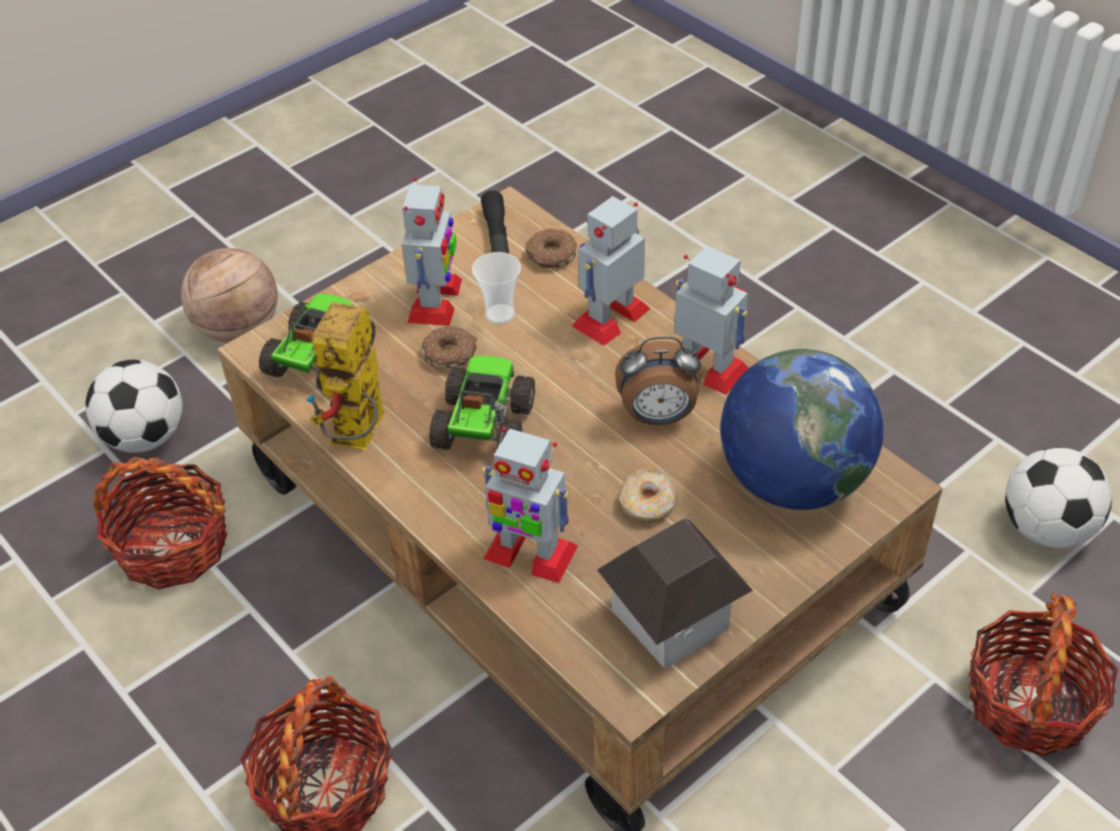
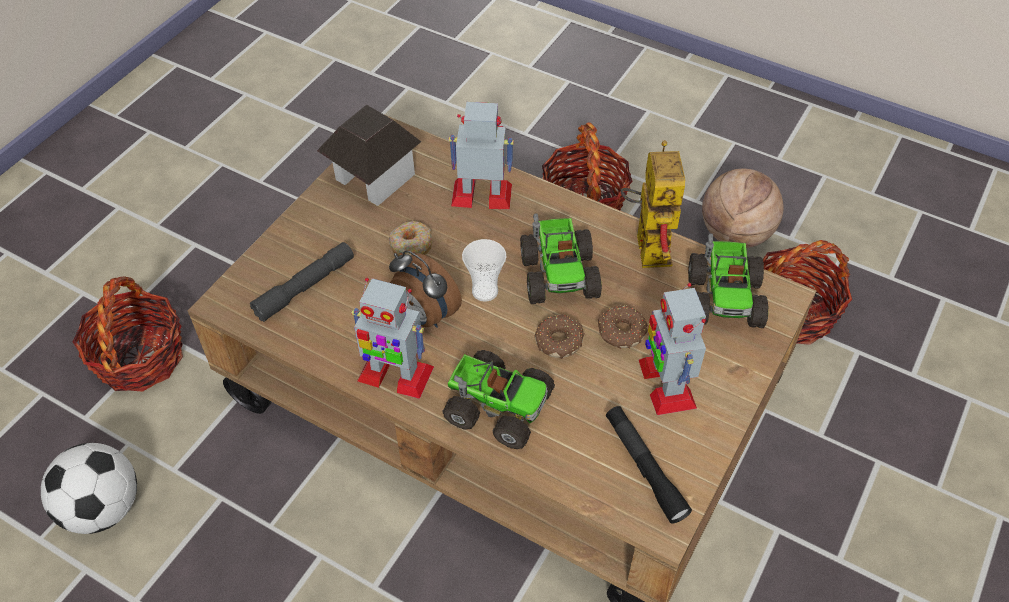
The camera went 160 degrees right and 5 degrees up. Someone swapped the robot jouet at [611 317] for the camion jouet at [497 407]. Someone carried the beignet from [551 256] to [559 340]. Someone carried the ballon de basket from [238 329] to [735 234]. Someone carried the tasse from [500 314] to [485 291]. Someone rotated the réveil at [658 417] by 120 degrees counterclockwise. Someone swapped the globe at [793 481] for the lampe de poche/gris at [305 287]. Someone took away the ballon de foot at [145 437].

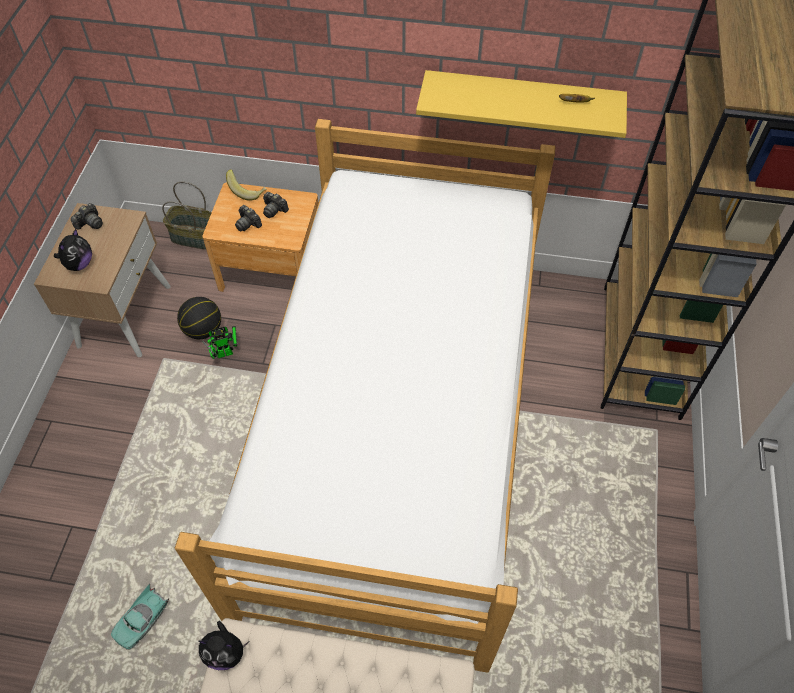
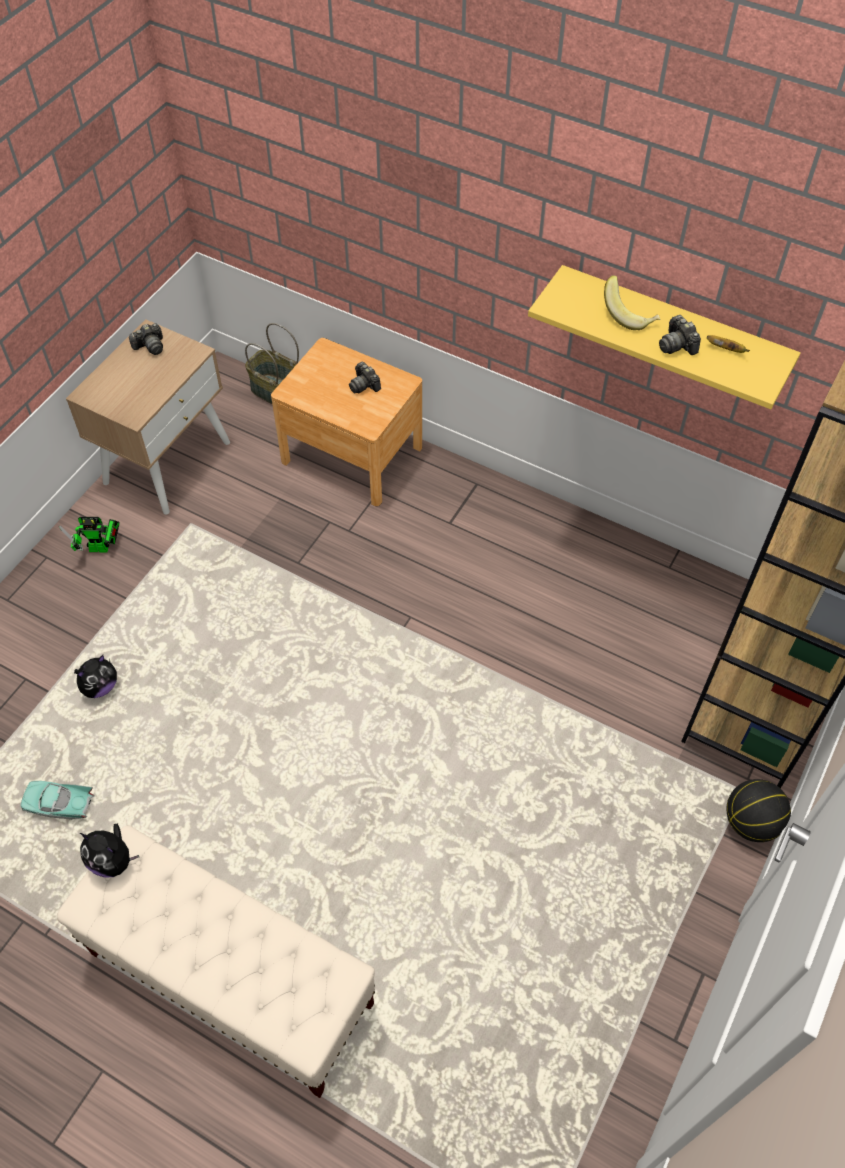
The camera went 20 degrees right and 0 degrees up. Someone took away the lit at [398 425]. Someone carried the banane from [247 191] to [629 315]. Someone carried the appareil photo from [248 224] to [677 345]. Someone carried the peluche from [79 264] to [100 687]. Someone carried the ballon de basket from [203 330] to [751 822]. Someone carried the robot jouet from [227 352] to [102 548]. Someone rotated the petite voiture/turquoise at [142 620] by 45 degrees clockwise.

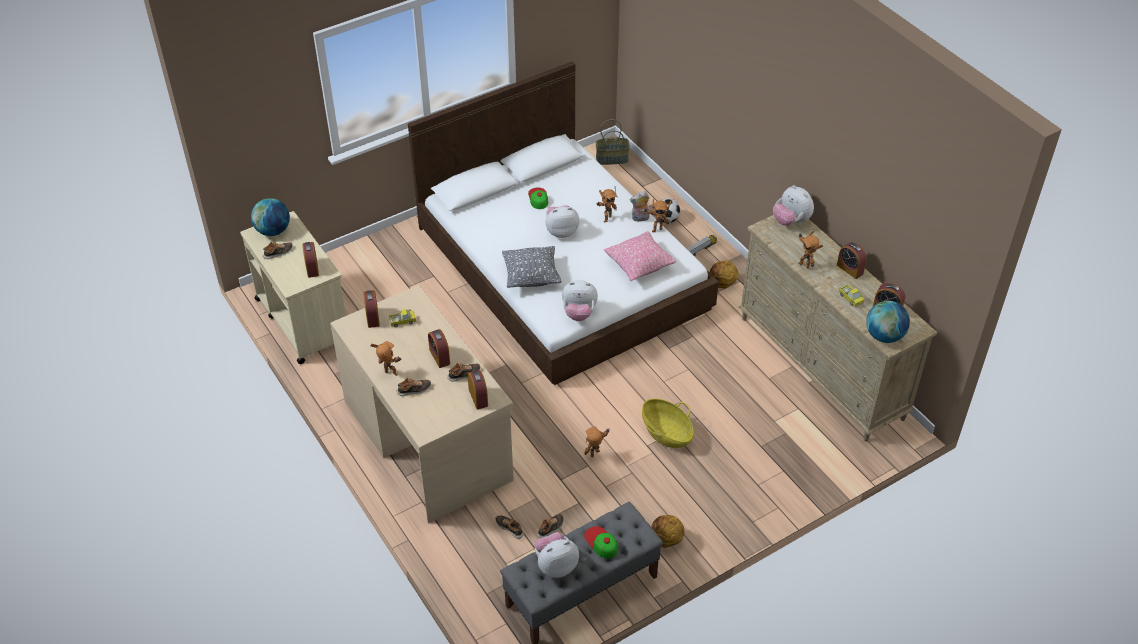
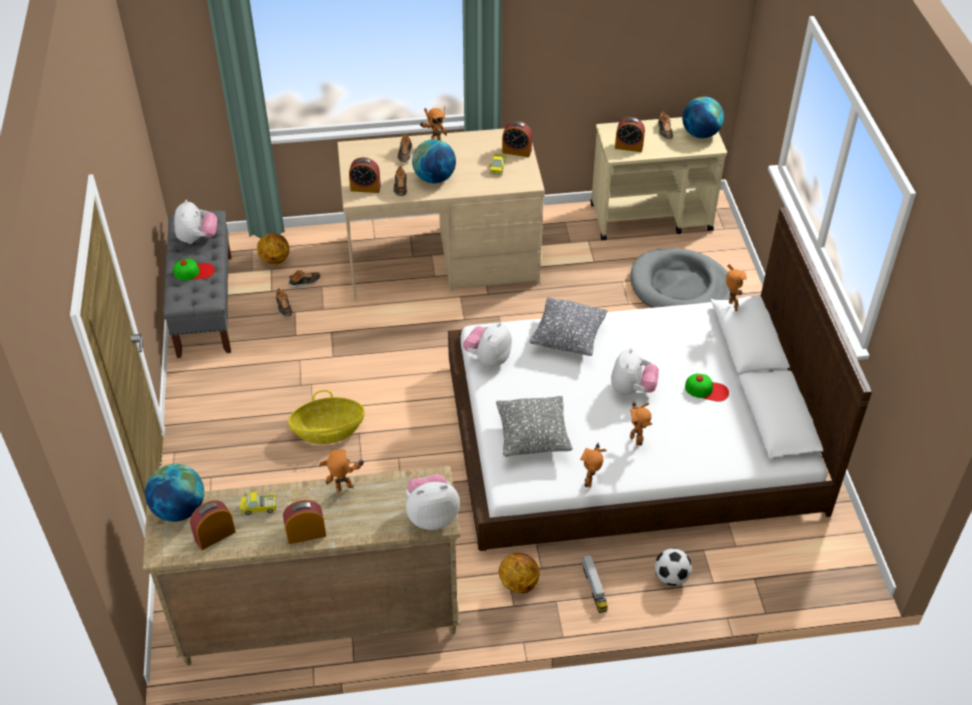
The camera went 115 degrees right and 0 degrees up. Someone took away the panier at [612 158]. Someone took away the peluche at [640 219]. Someone repainted the coussin/rose at [639 266], which became the coussin/gris at [533 438]. Someone swapped the réveil at [439 357] for the globe at [434 178]. Someone carried the robot jouet from [596 455] to [731 307]. Someone carried the ballon de basket from [666 540] to [275 260]. Someone put down the panier pour chien/gris at [680 287].

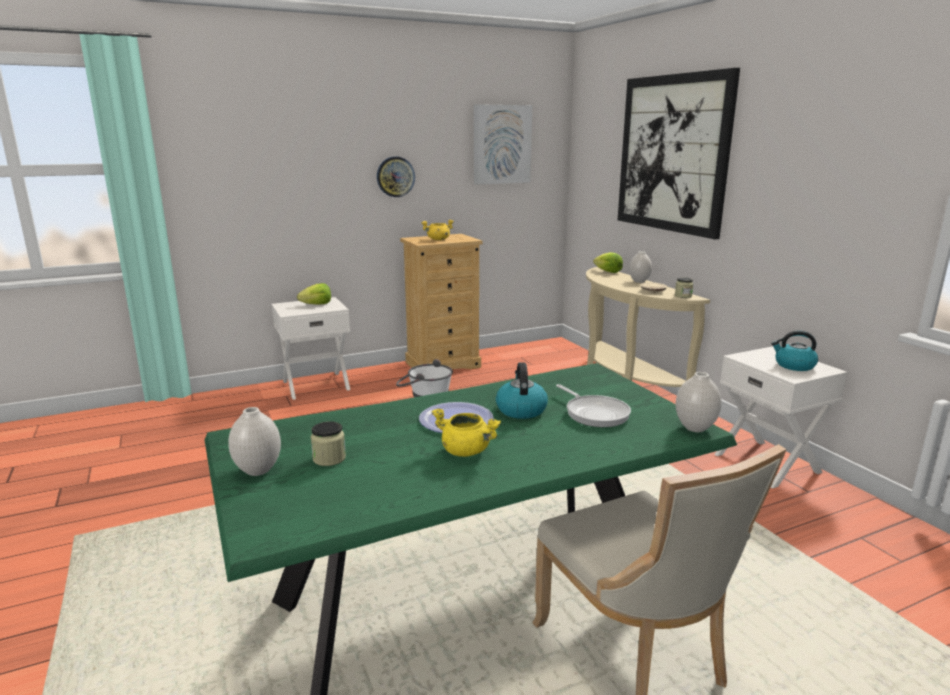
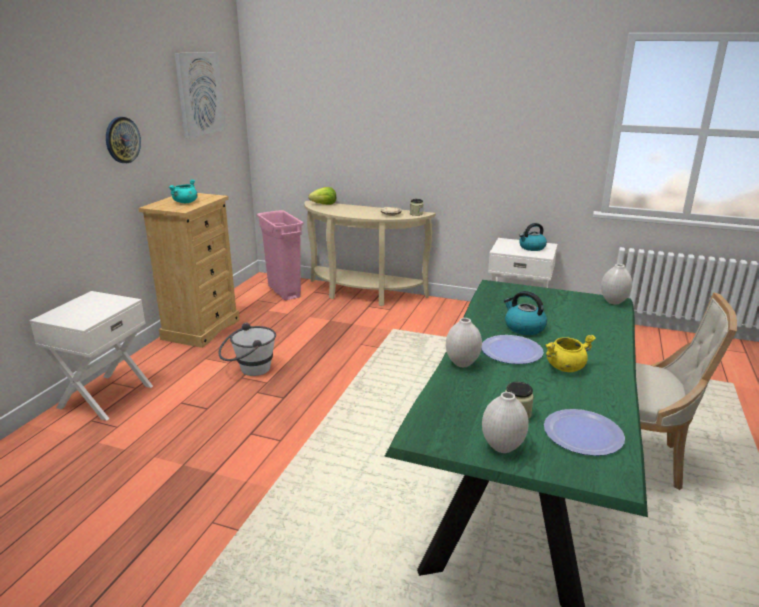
The camera went 45 degrees left and 5 degrees up. Someone took away the tableau at [672 154]. Someone repainted the marmite/jaune at [438 239], which became the marmite/turquoise at [185 202]. Someone carried the vase/blanc from [639 281] to [461 363]. Someone took away the laitue at [317 304]. Someone took away the poêle at [594 413]. Someone put down the poubelle/rose at [284 292]. Someone put down the assiette at [583 433].

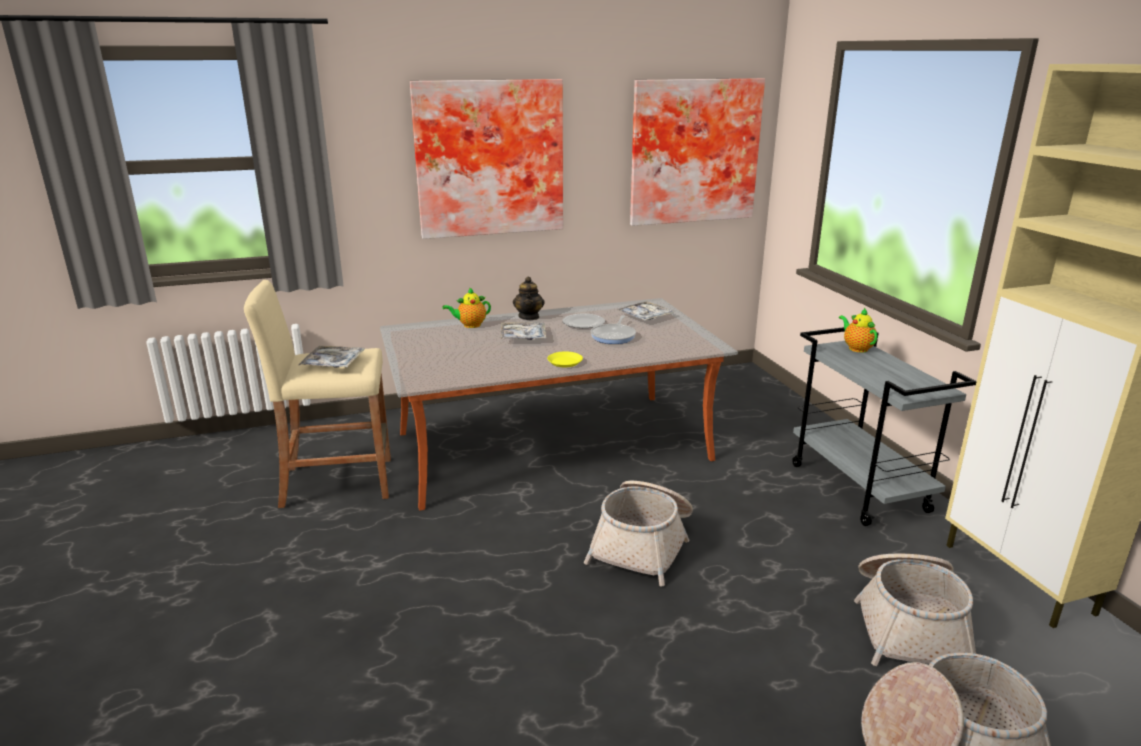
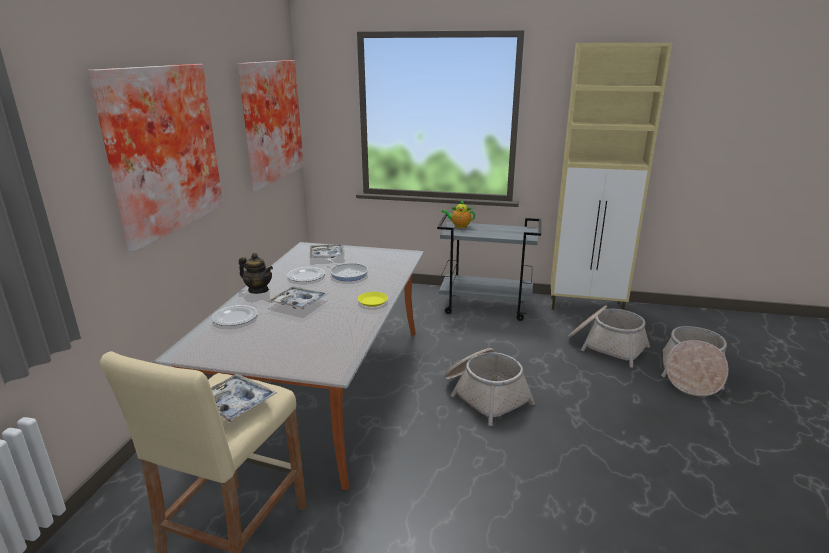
The camera went 60 degrees left and 0 degrees up. Someone swapped the théière at [470 325] for the assiette at [235 317].

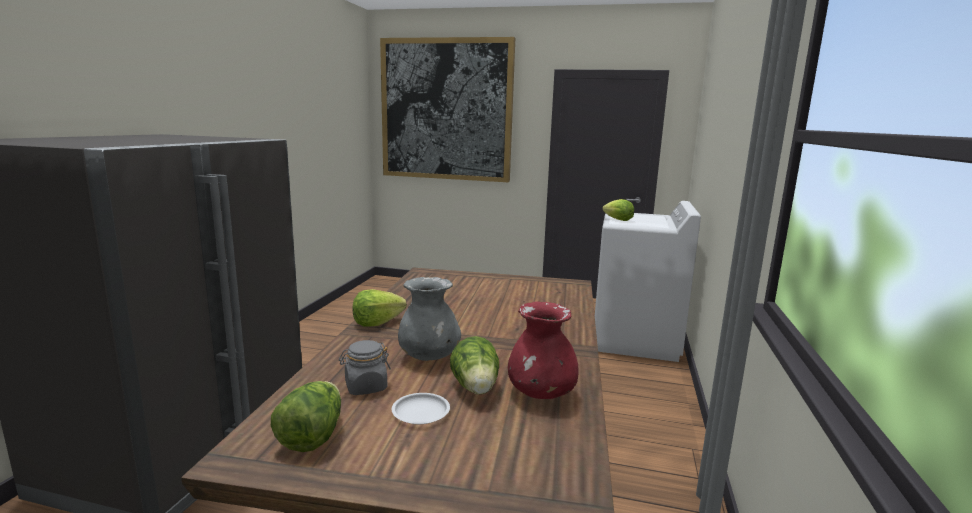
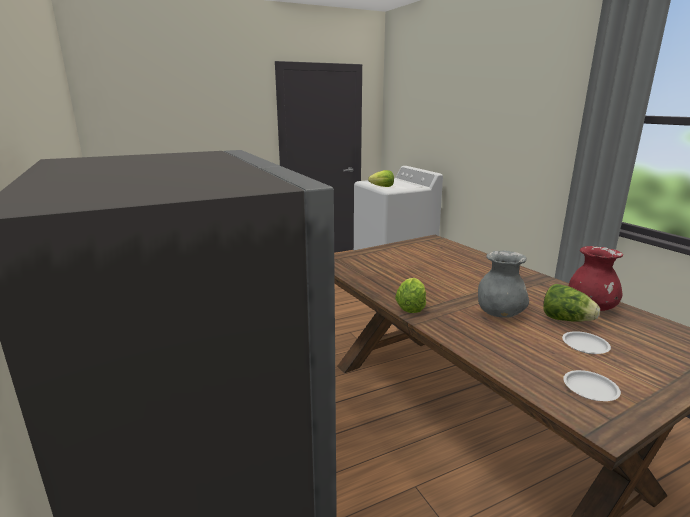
The camera went 40 degrees left and 5 degrees up. Someone took away the tableau at [446 110]. Someone took away the bocal/gris at [365 387]. Someone swapped the laitue at [312 436] for the assiette/blanc at [590 389].

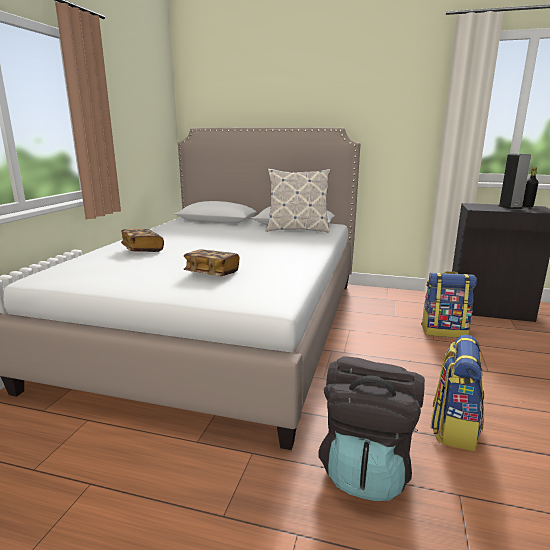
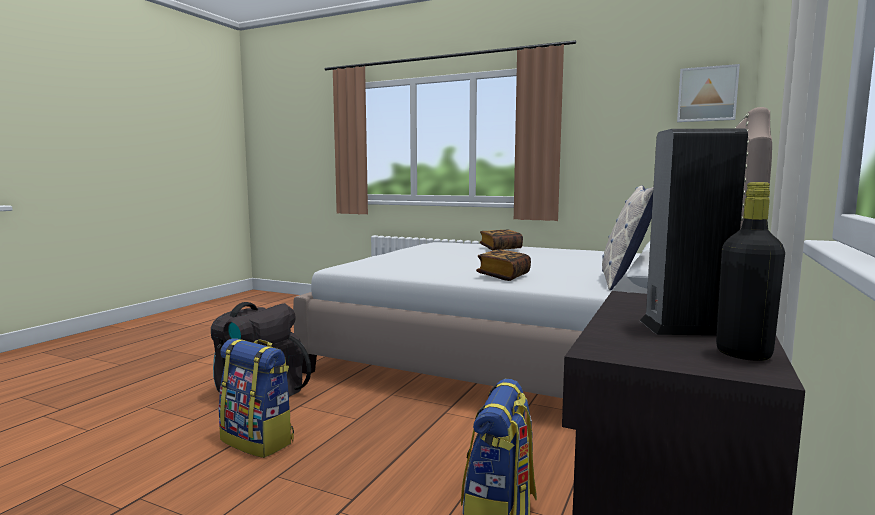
The camera went 100 degrees right and 10 degrees down. Someone carried the livre from [212 273] to [503 276]. Someone put up the tableau at [707 94].

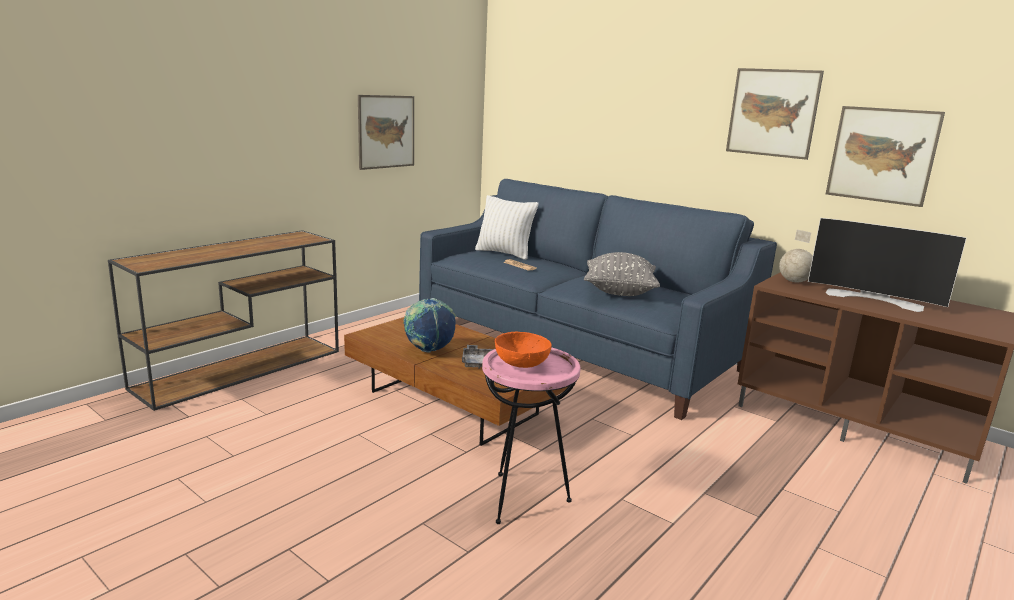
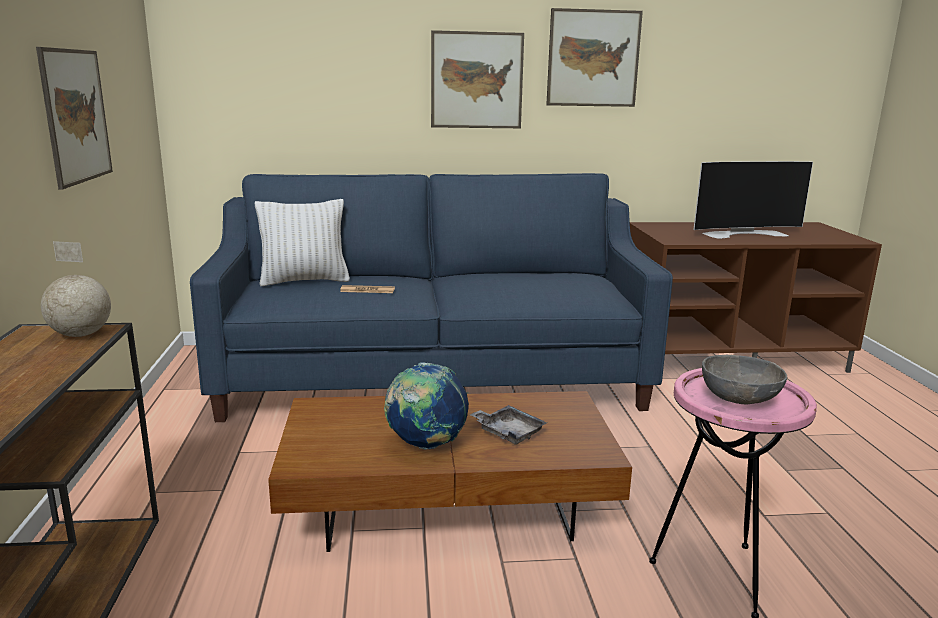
The camera went 45 degrees left and 0 degrees up. Someone carried the tableau from [882 155] to [476 80]. Someone carried the globe from [794 281] to [81 335]. Someone took away the coussin/gris at [619 292]. Someone repainted the bol/orange at [521 363], which became the bol/gris at [739 398].

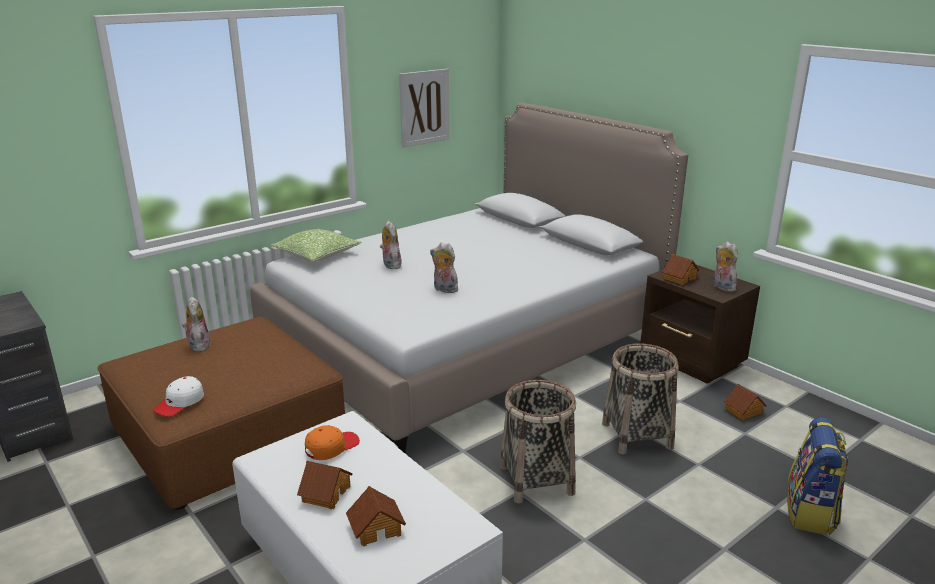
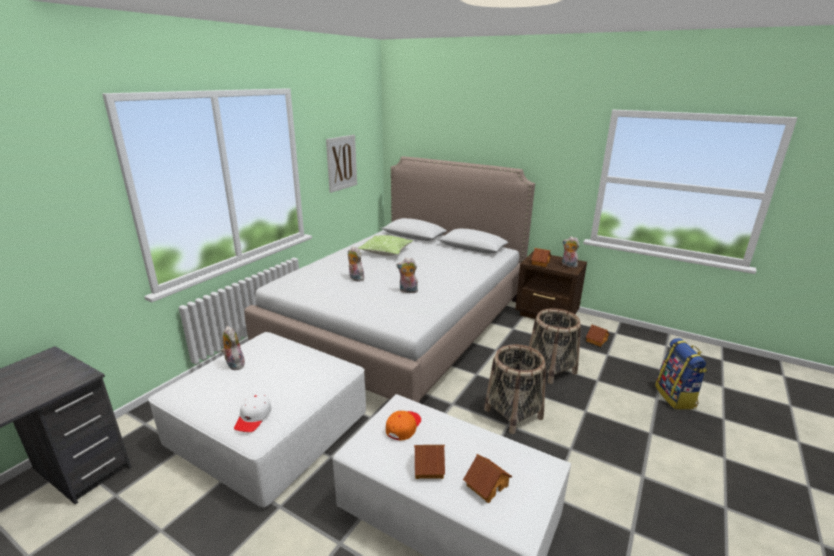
The camera went 20 degrees left and 0 degrees up. Someone carried the coussin from [317 255] to [386 252]. Someone repainted the pouf/marron at [229 432], which became the pouf/blanc at [270 429].

